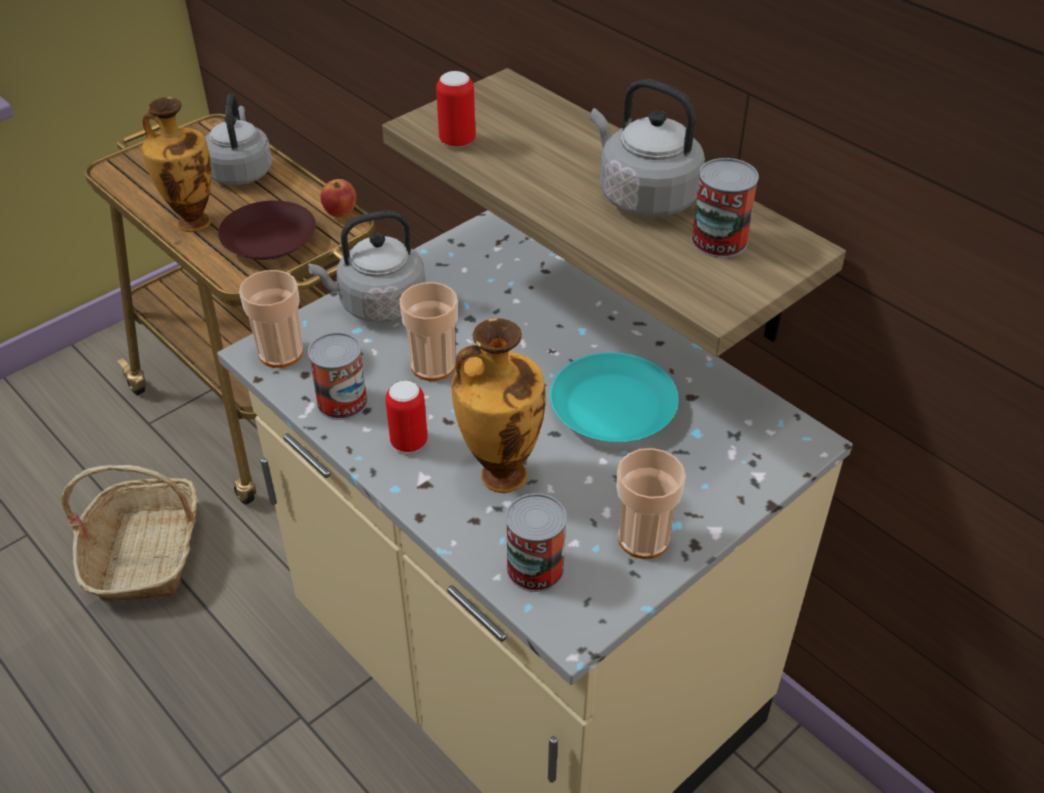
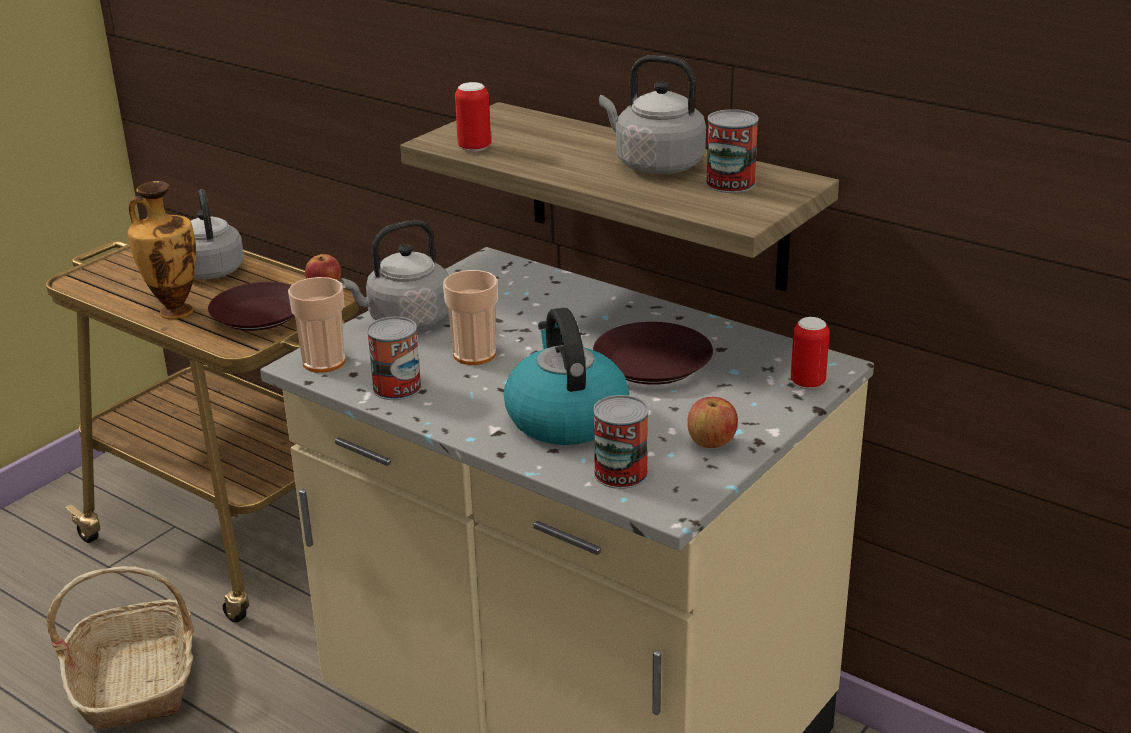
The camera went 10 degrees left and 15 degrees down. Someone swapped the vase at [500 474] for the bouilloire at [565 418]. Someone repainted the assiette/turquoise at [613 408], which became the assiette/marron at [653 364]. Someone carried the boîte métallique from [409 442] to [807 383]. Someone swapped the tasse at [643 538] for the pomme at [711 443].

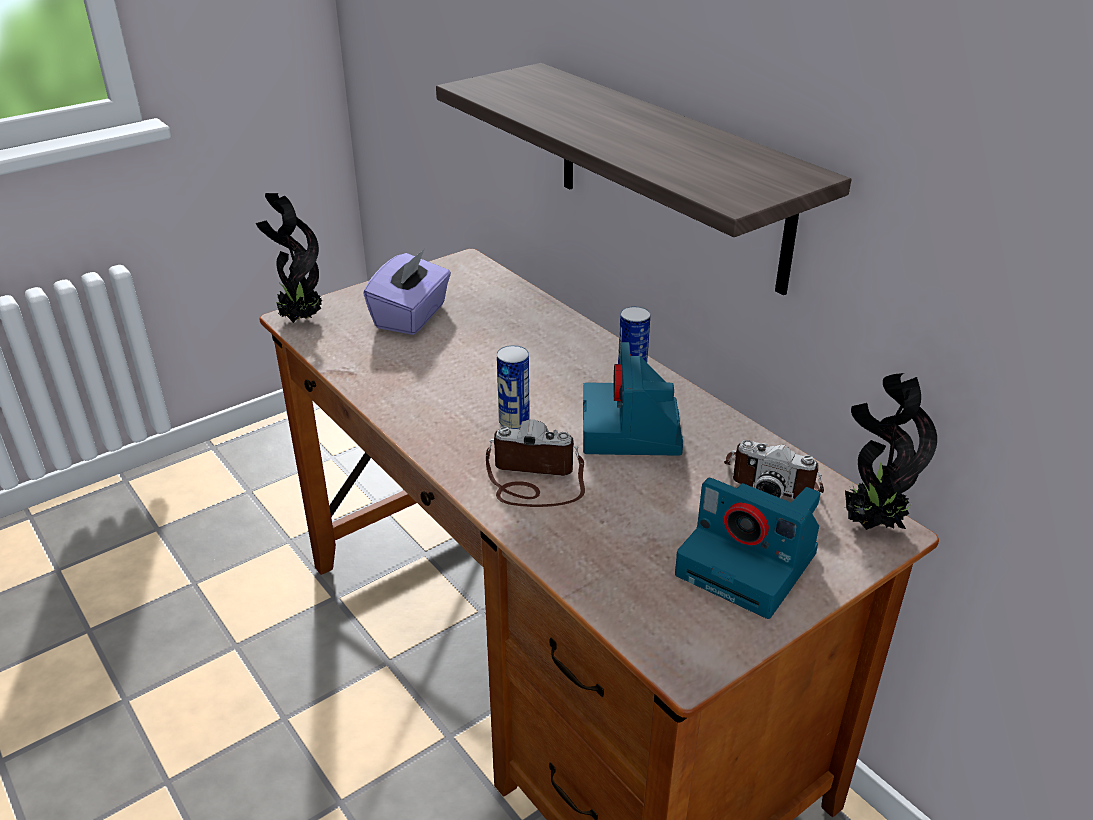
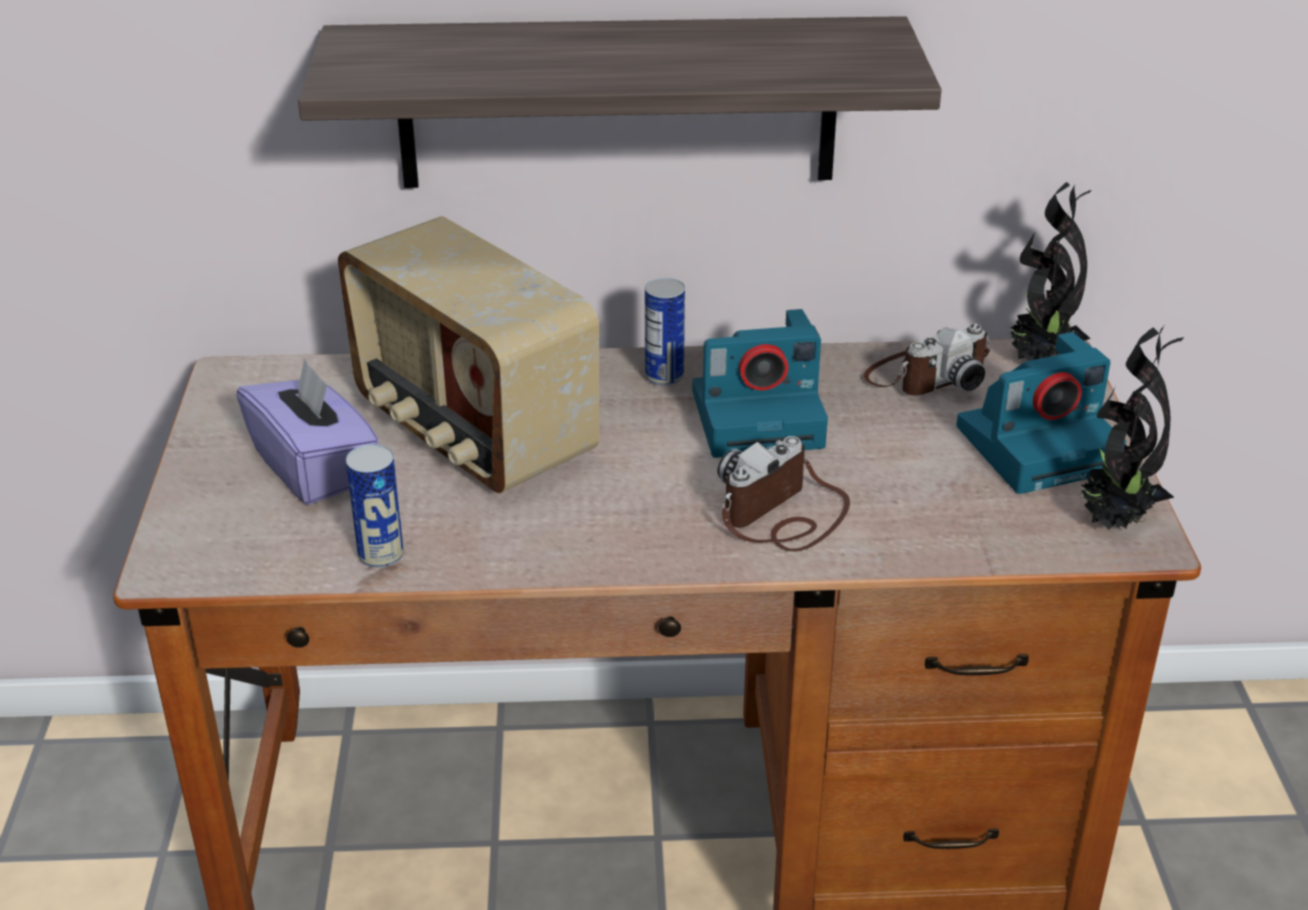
The camera went 55 degrees left and 0 degrees up. Someone carried the plante en pot from [300 320] to [1114 522]. Someone rotated the appareil photo at [632 430] by 45 degrees counterclockwise. Someone carried the boîte métallique from [514 422] to [381 555]. Someone put down the radio at [471 433].

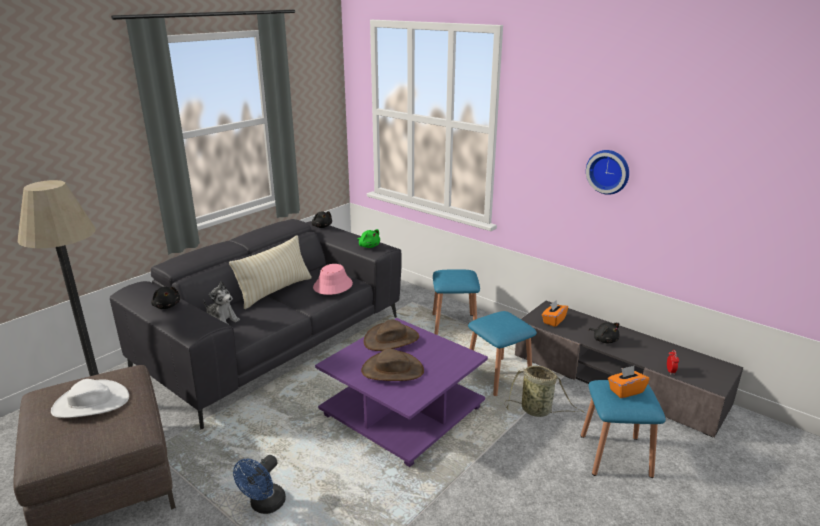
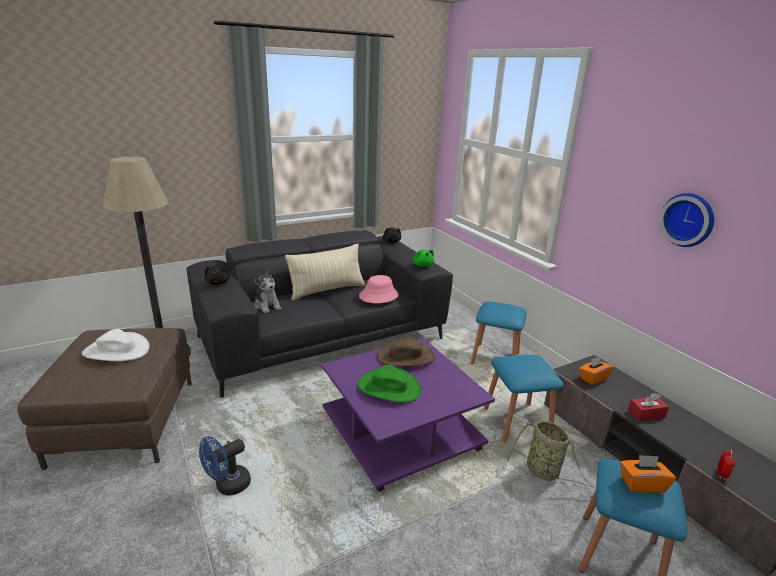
The camera went 20 degrees right and 0 degrees up. Someone swapped the peluche/noir at [604 340] for the boîte à mouchoirs/rouge at [646 414]. Someone repainted the chapeau/marron at [392 370], which became the chapeau/vert at [388 388].

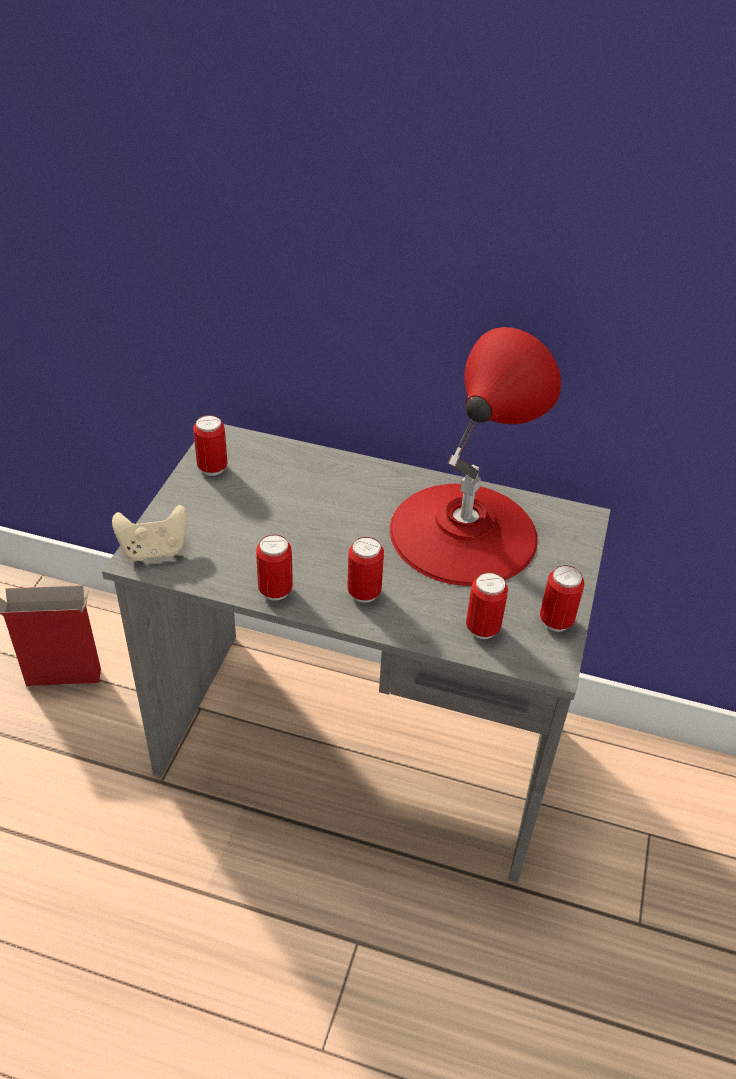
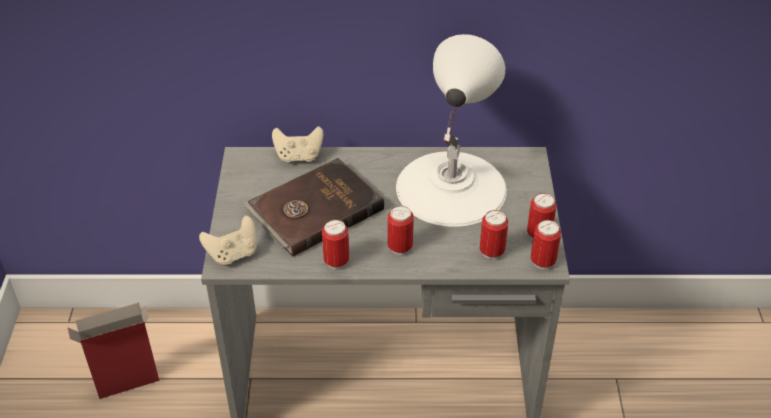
The camera went 15 degrees left and 0 degrees up. Someone repainted the lampe de table/rouge at [463 532], which became the lampe de table/blanc at [450 187]. Someone carried the boîte métallique from [212 468] to [543 261]. Someone put down the manette/beige at [298 156]. Someone put down the livre/marron at [314 210].

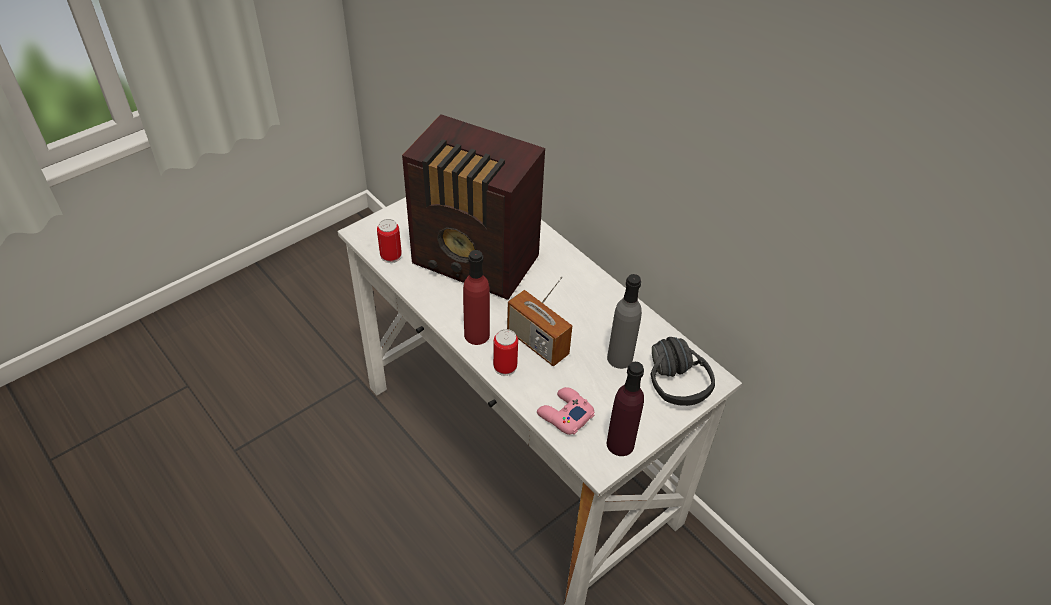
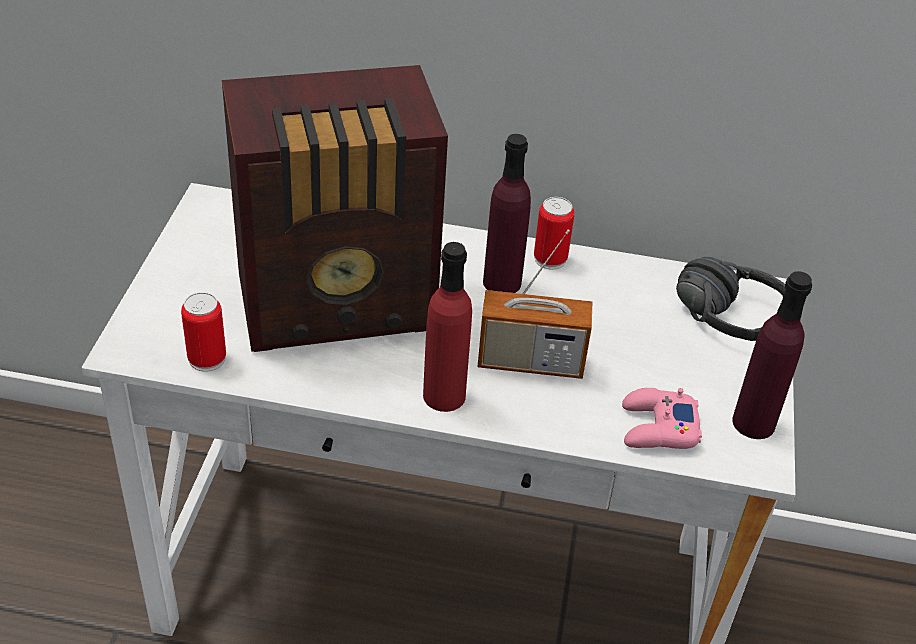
The camera went 40 degrees left and 5 degrees down. Someone took away the bouteille/gris at [620 358]. Someone carried the boîte métallique from [505 366] to [550 259]. Someone put down the bouteille/violet at [502 282].

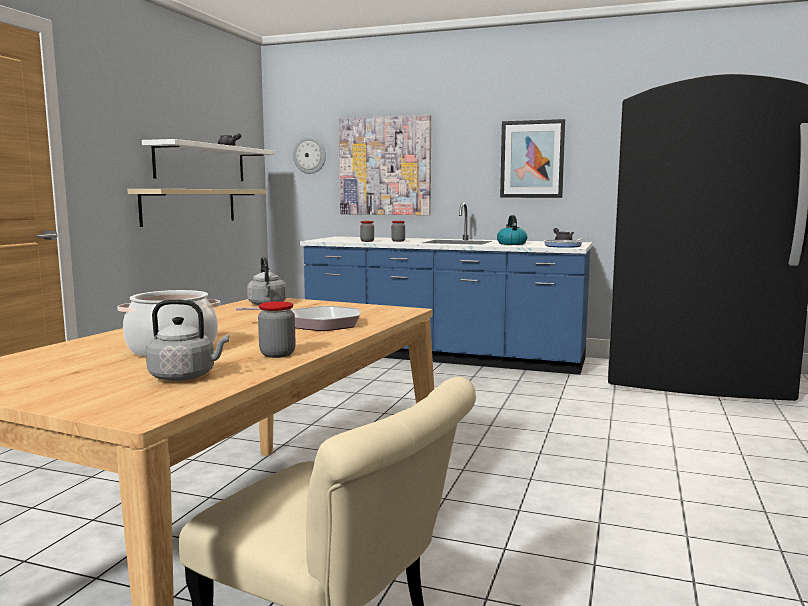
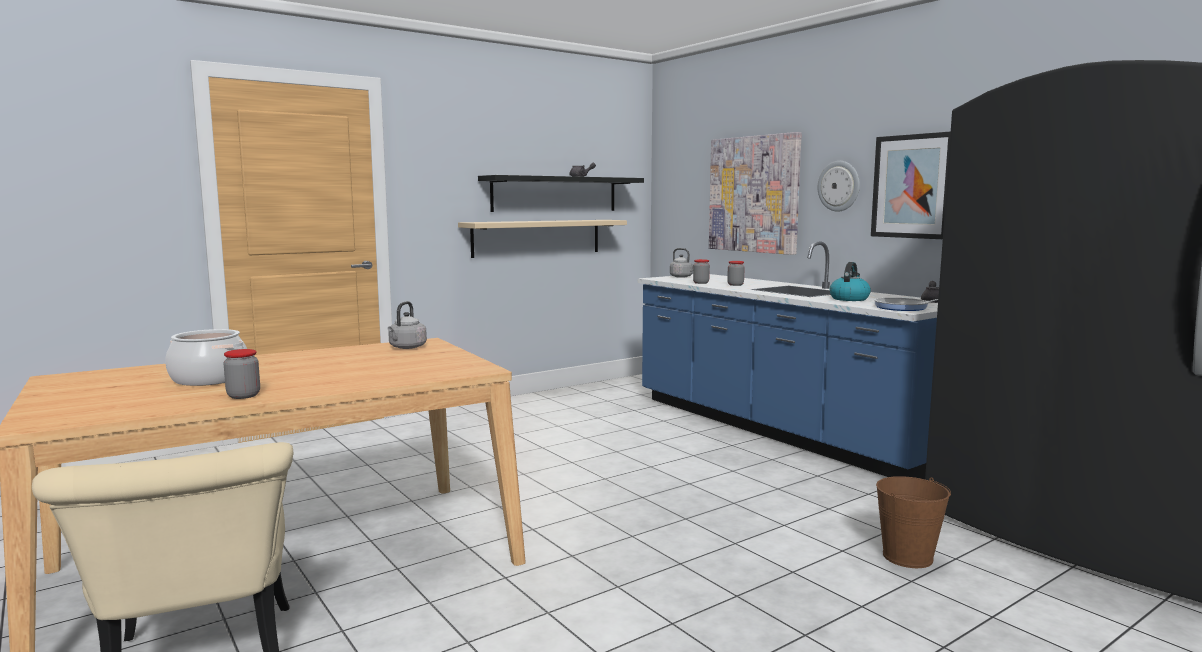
The camera went 35 degrees right and 0 degrees up. Someone carried the horloge murale from [310 155] to [839 186]. Someone repainted the étagère/blanc at [201 163], which became the étagère/noir at [555 194]. Someone carried the bouilloire/gris from [186 377] to [682 277]. Someone took away the poêle at [317 324]. Someone put down the seau/marron at [907 557].

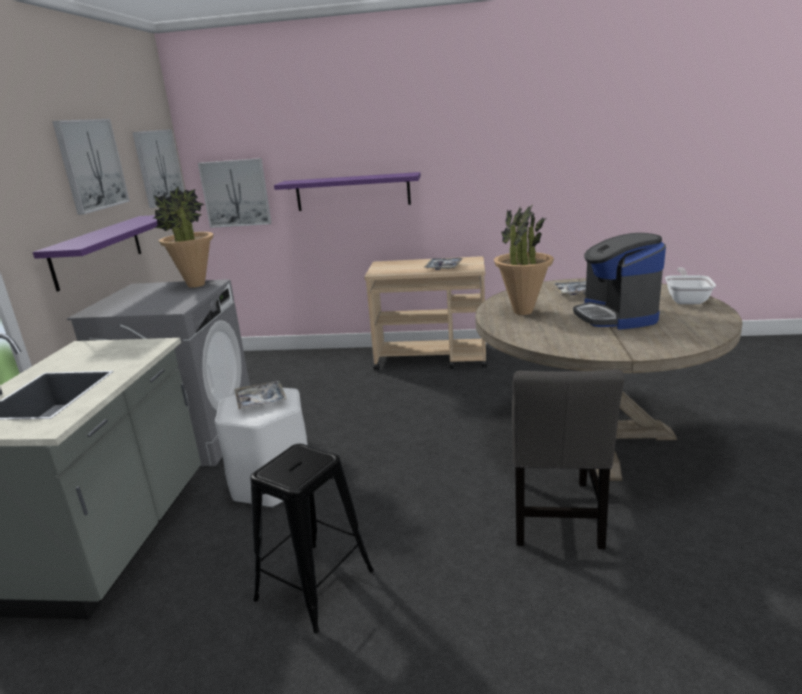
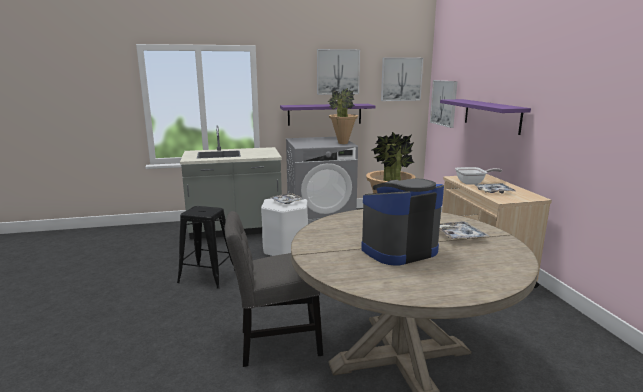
The camera went 70 degrees right and 5 degrees down. Someone carried the poêle from [686 299] to [473 183].

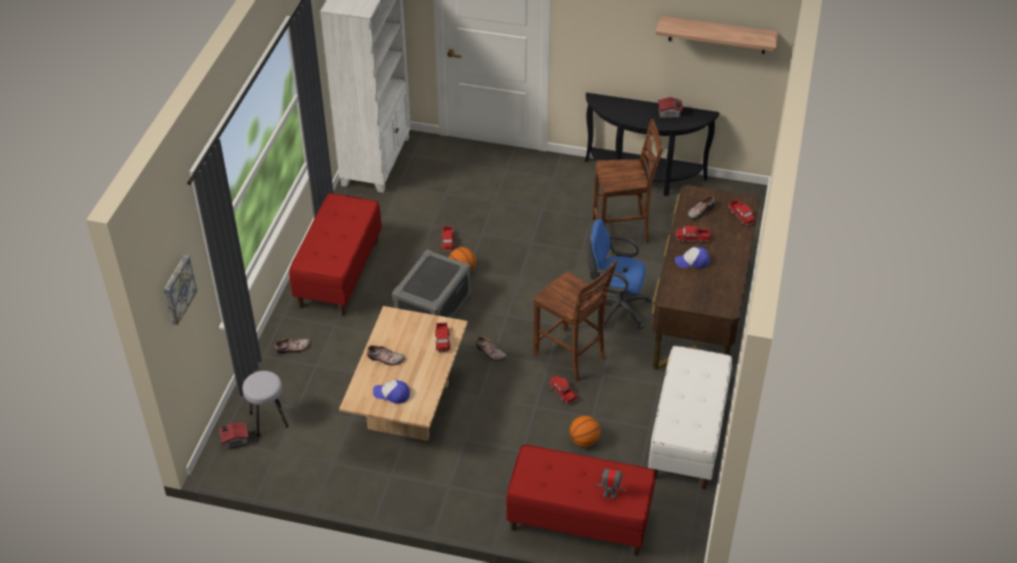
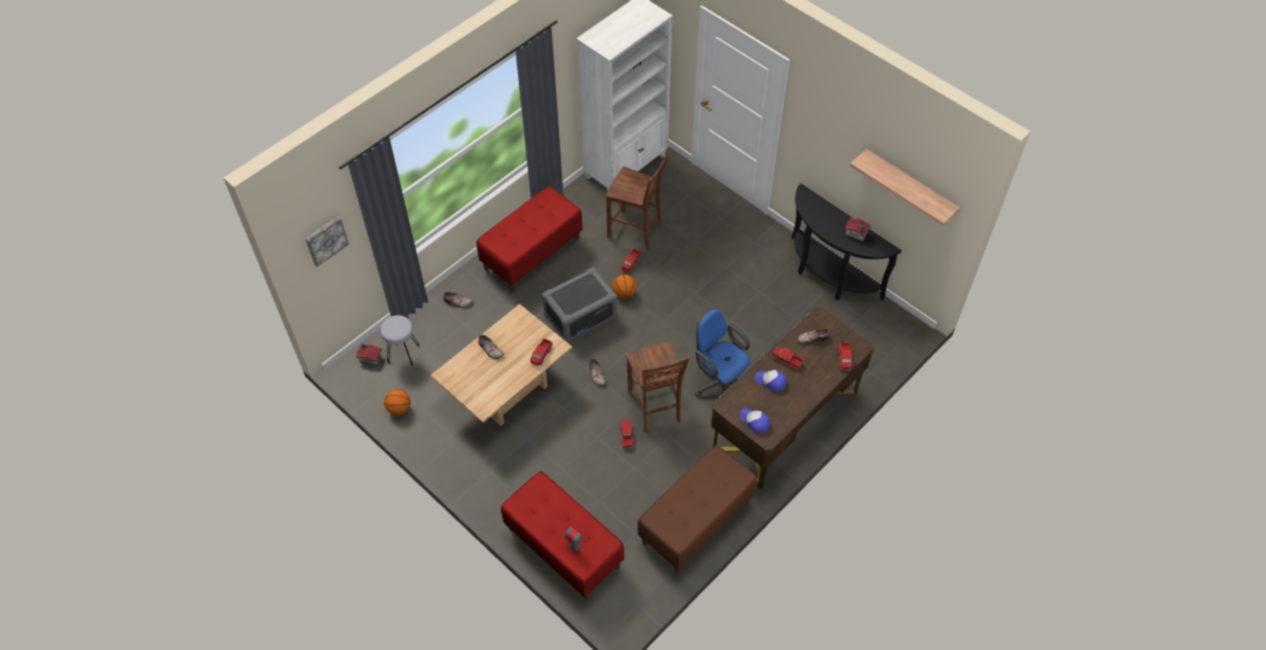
The camera went 30 degrees right and 10 degrees up. Someone carried the chaise/marron from [622 231] to [636 231]. Someone repainted the banc/blanc at [688 436], which became the banc/marron at [696 522]. Someone carried the casquette from [392 394] to [754 421]. Someone carried the ballon de basket from [584 441] to [399 408].

